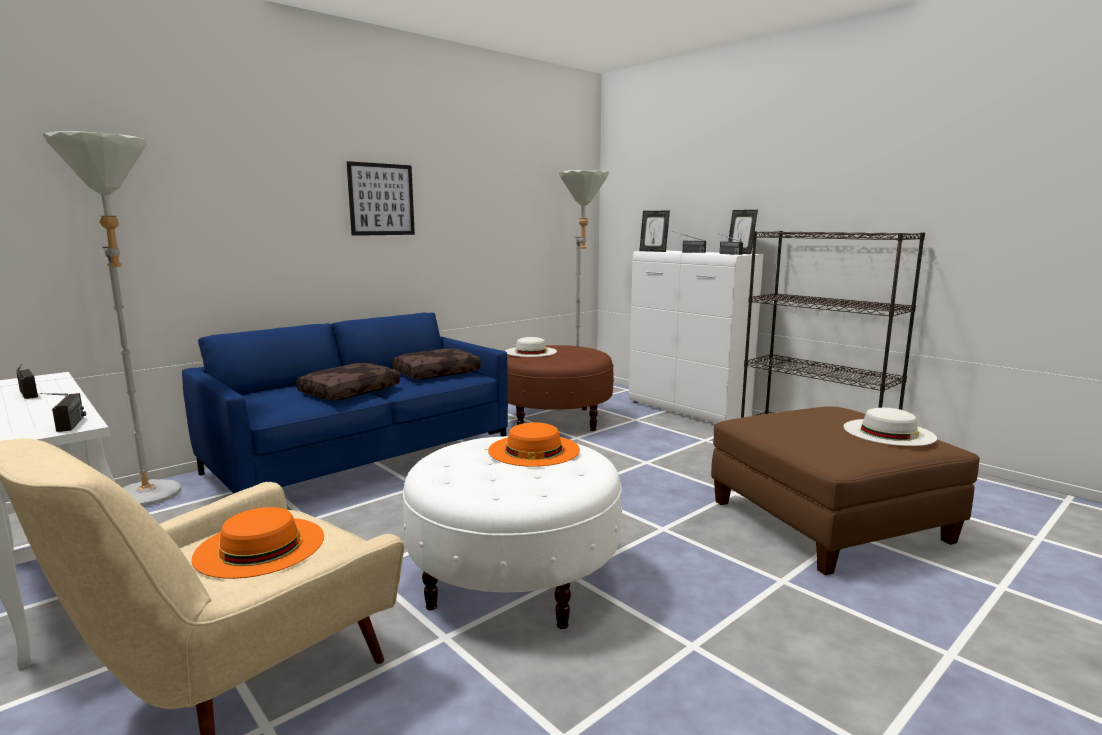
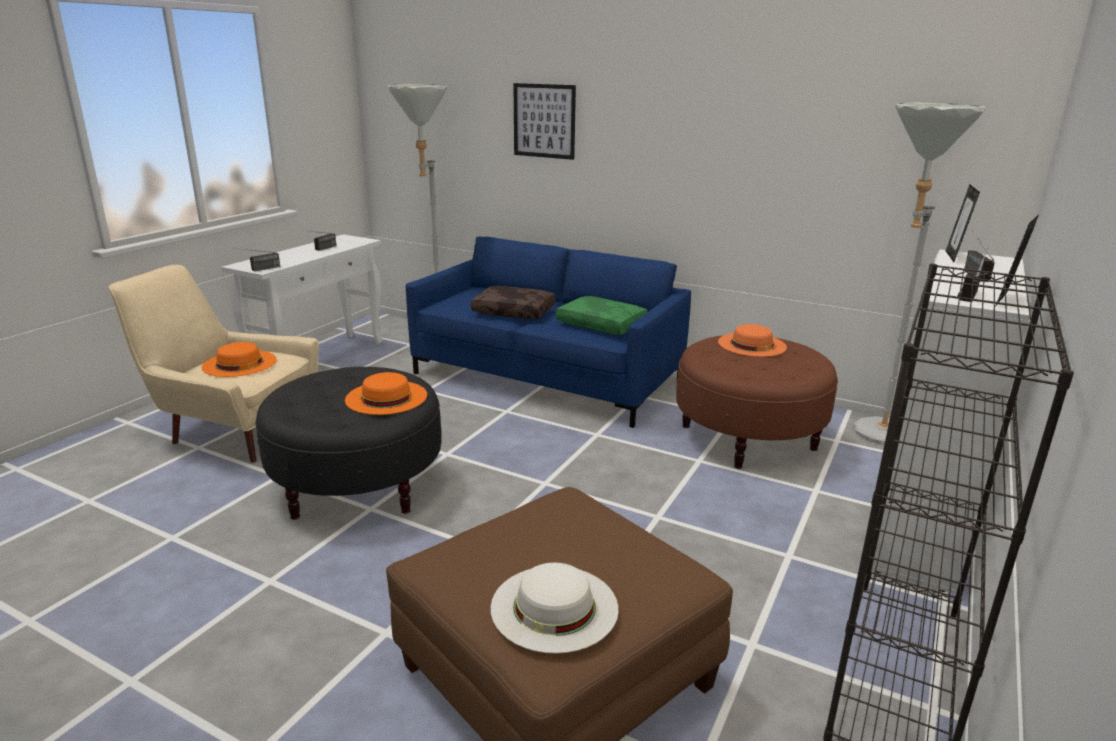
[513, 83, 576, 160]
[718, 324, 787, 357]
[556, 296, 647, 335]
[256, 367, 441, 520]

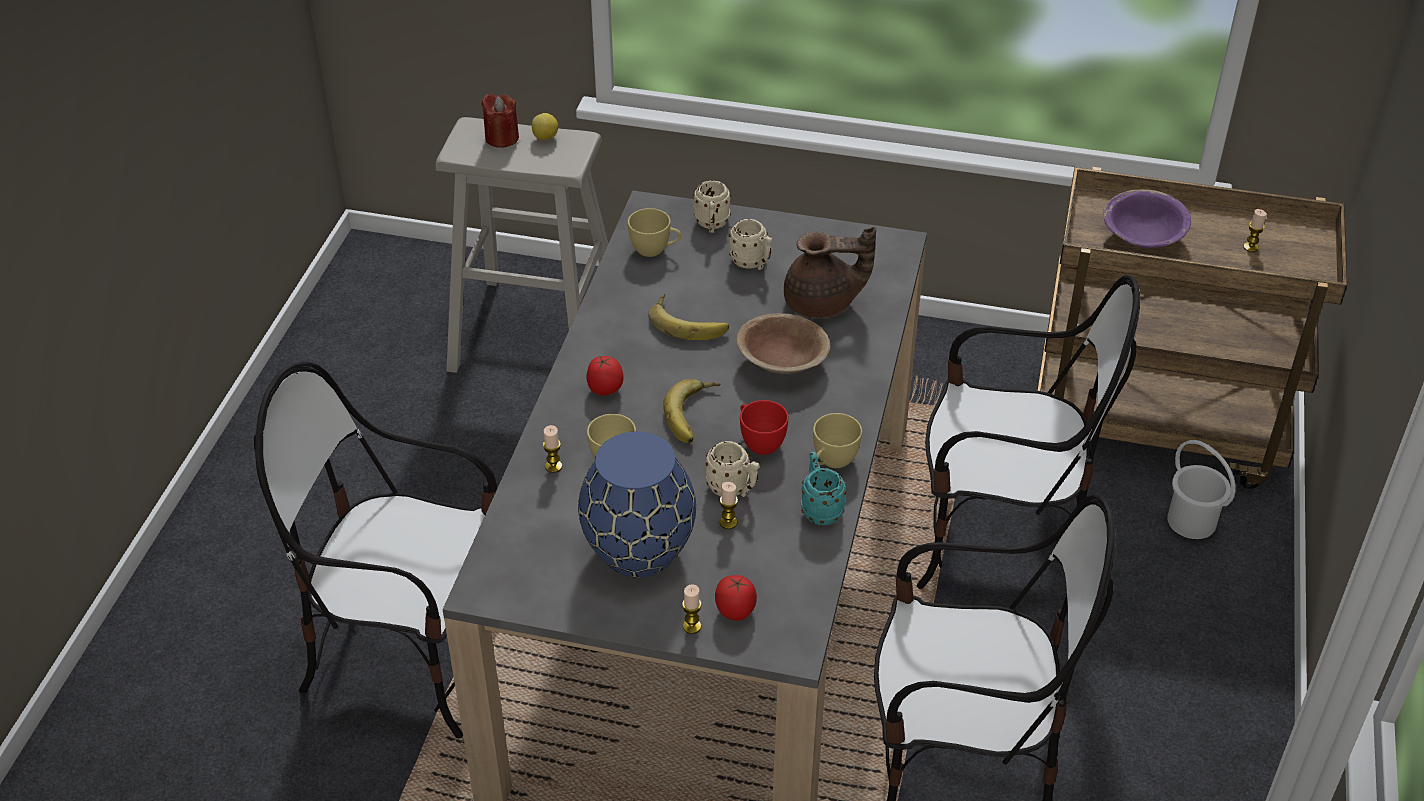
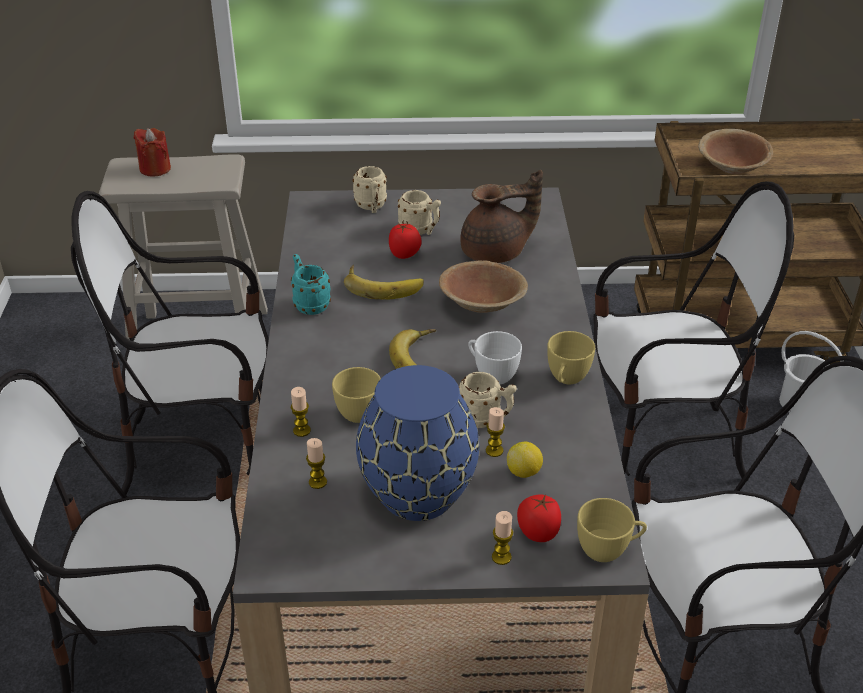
[507, 441, 543, 478]
[698, 129, 773, 174]
[577, 498, 647, 562]
[306, 438, 327, 489]
[389, 224, 422, 259]
[468, 331, 522, 385]
[291, 254, 331, 315]
[71, 191, 269, 494]

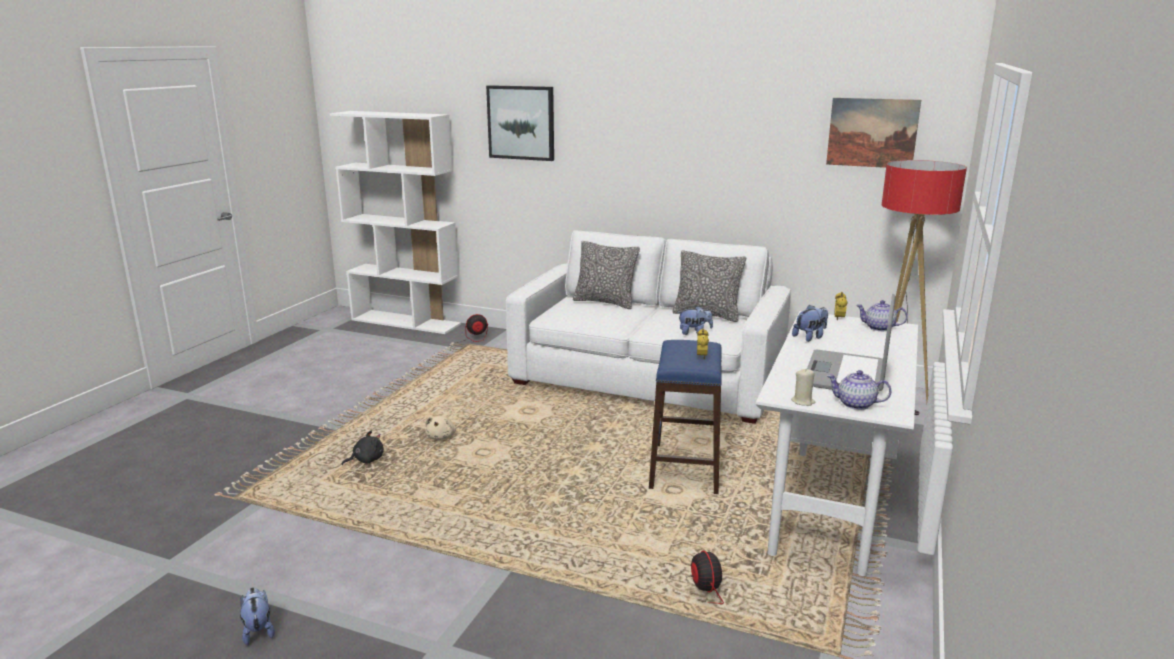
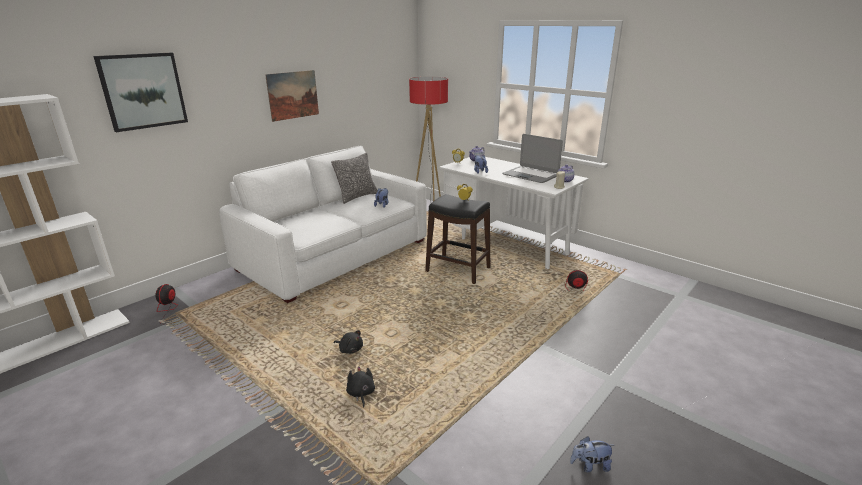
[265, 70, 319, 122]
[573, 241, 640, 309] (first image)
[425, 194, 490, 284]
[334, 330, 363, 354]

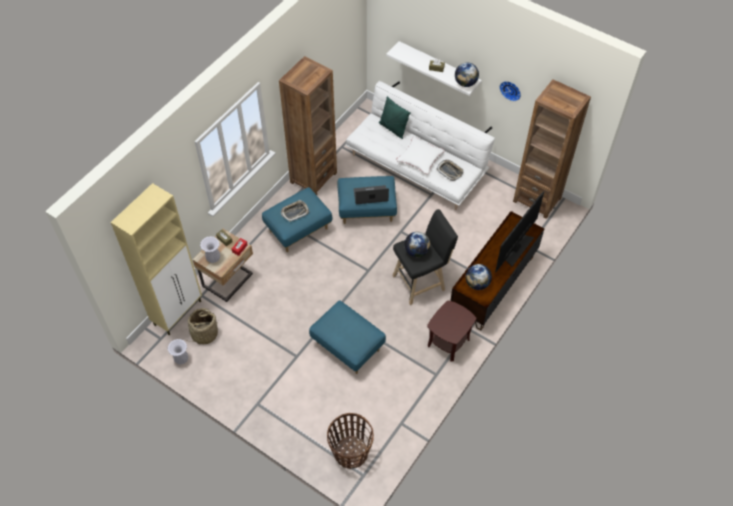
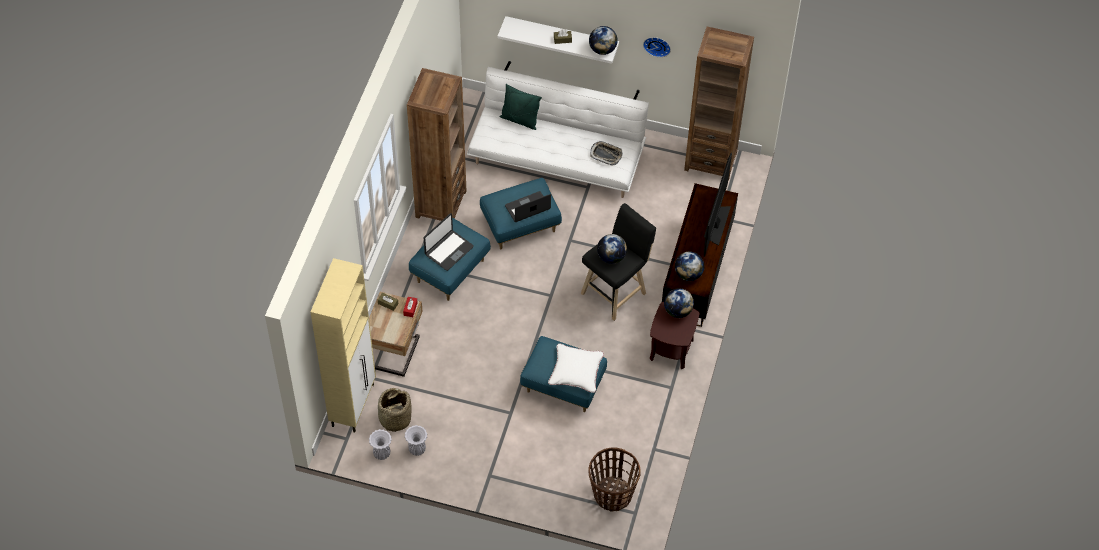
[548, 343, 604, 393]
[424, 213, 474, 271]
[405, 425, 427, 456]
[664, 288, 694, 318]

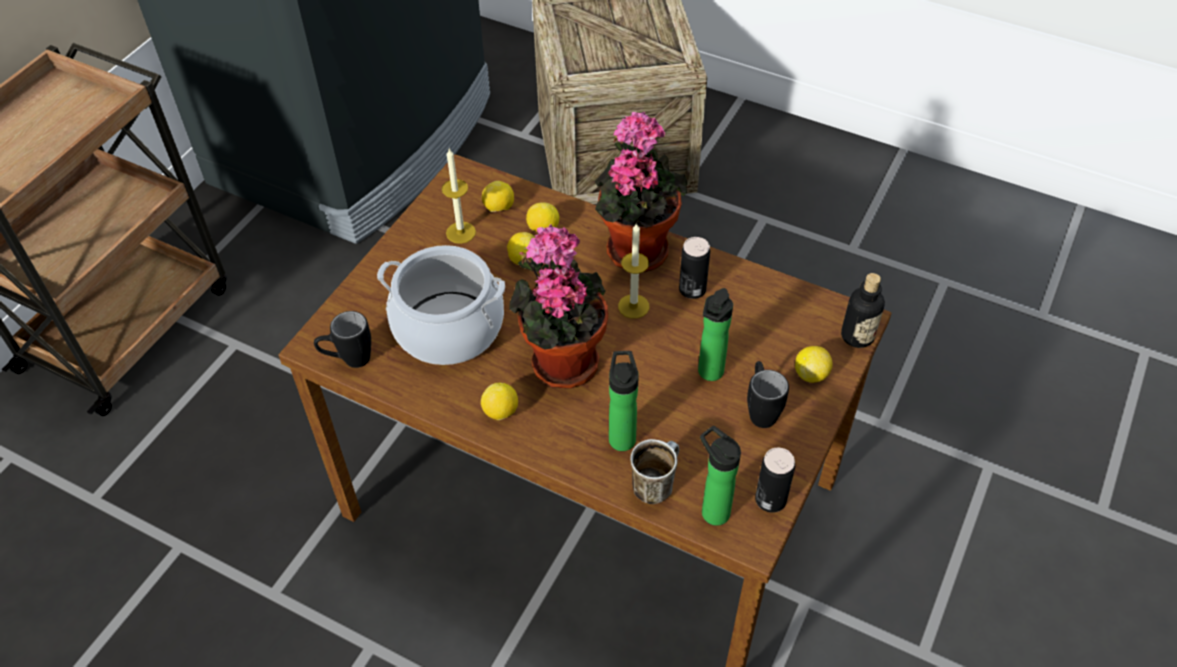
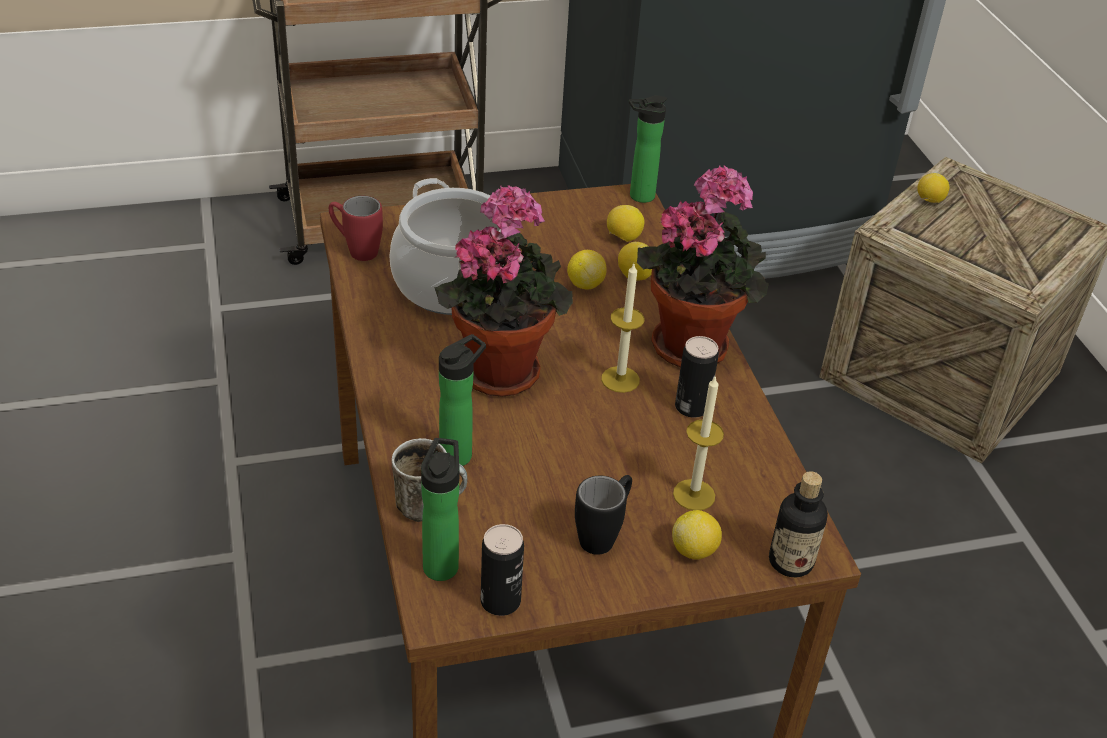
[673, 375, 724, 510]
[629, 95, 667, 203]
[329, 196, 383, 261]
[917, 173, 949, 203]

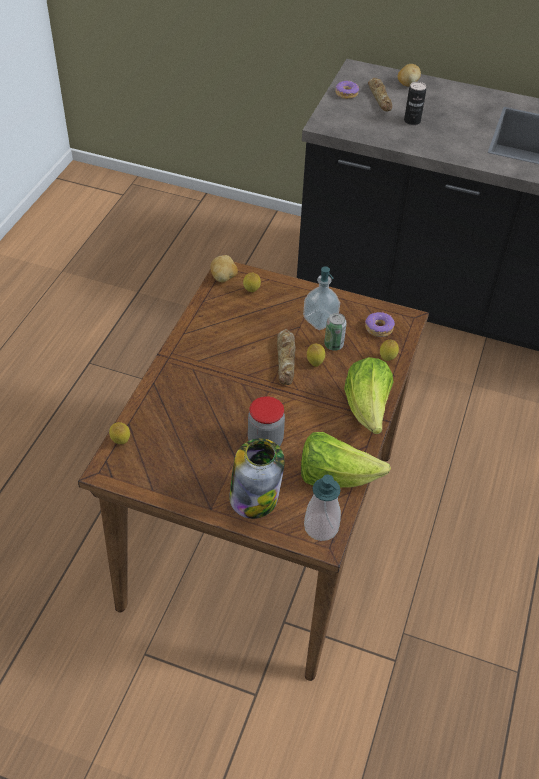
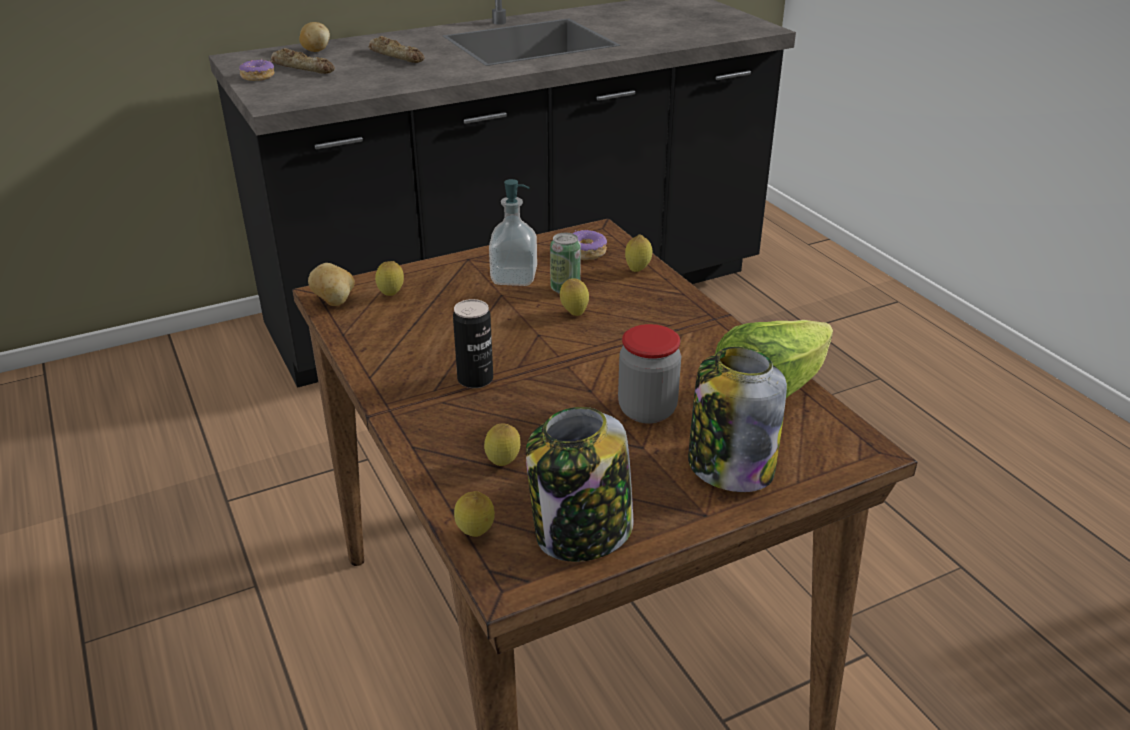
[453, 299, 493, 388]
[369, 36, 425, 63]
[344, 357, 393, 434] (first image)
[304, 475, 341, 541] (first image)
[526, 407, 634, 562]
[484, 424, 521, 466]

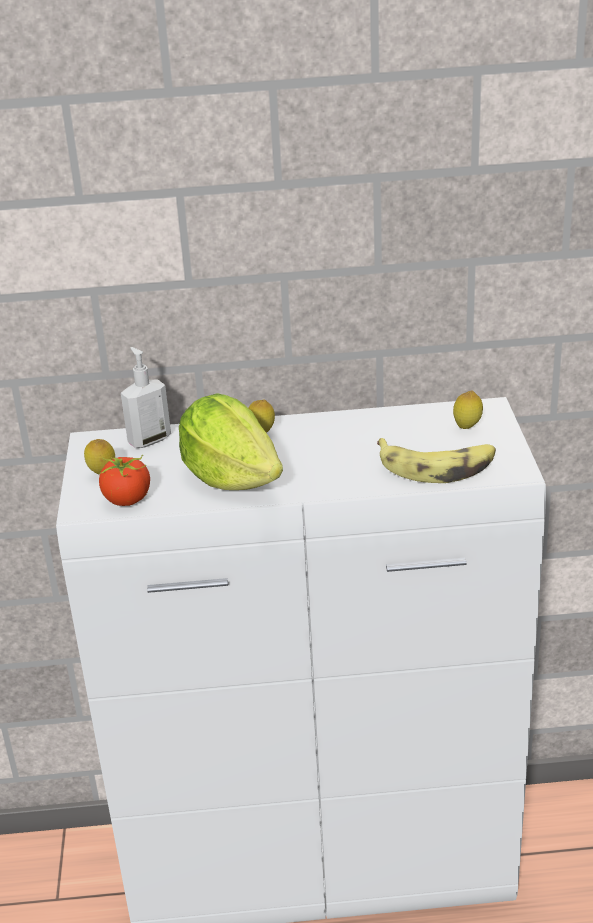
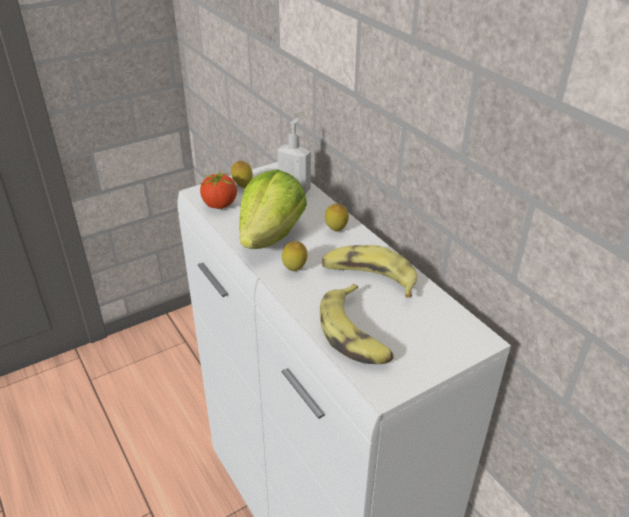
[282, 241, 307, 271]
[322, 245, 417, 297]

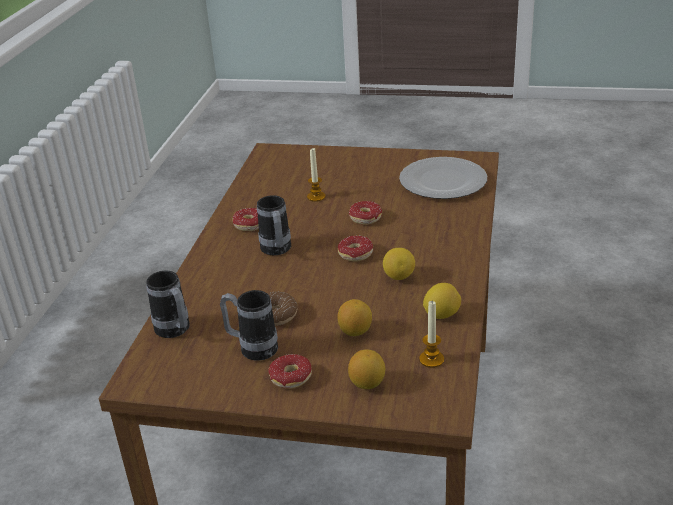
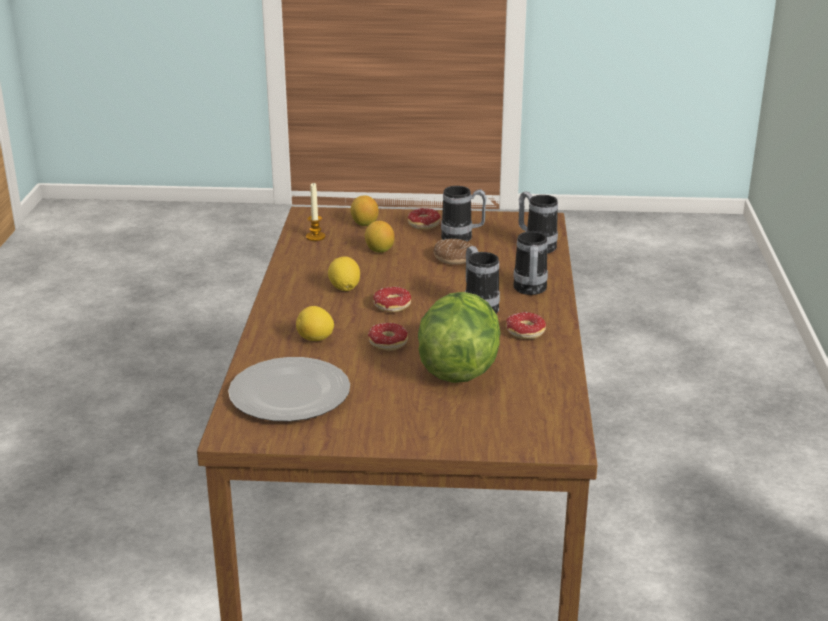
[418, 292, 501, 383]
[296, 306, 334, 341]
[513, 231, 548, 295]

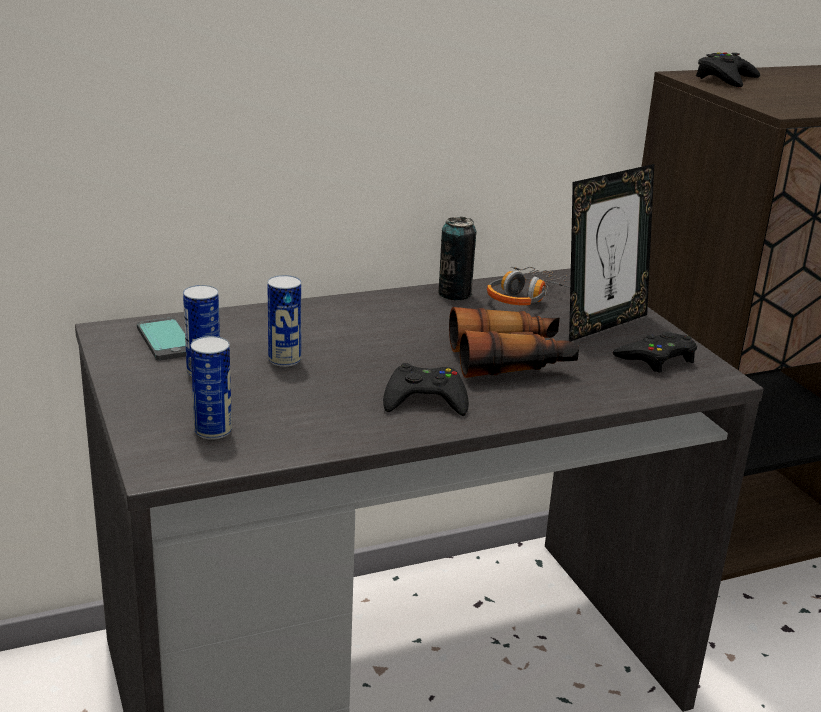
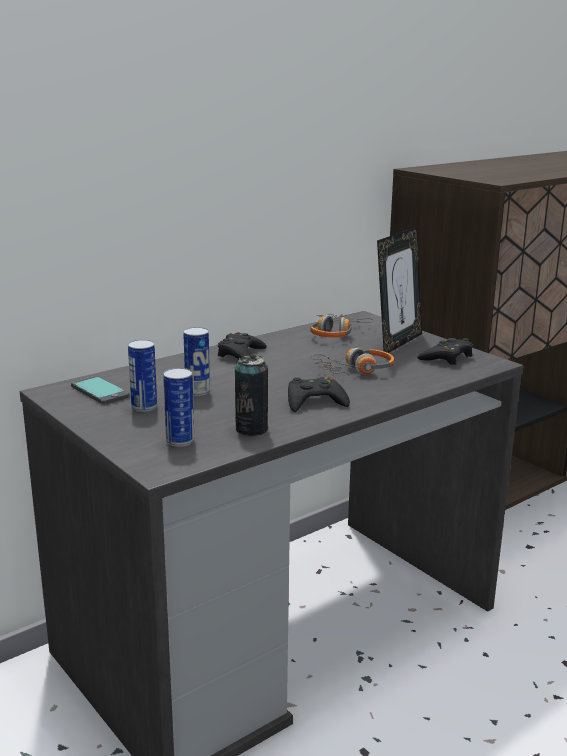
[218, 332, 267, 359]
[235, 355, 269, 436]
[309, 348, 394, 376]

